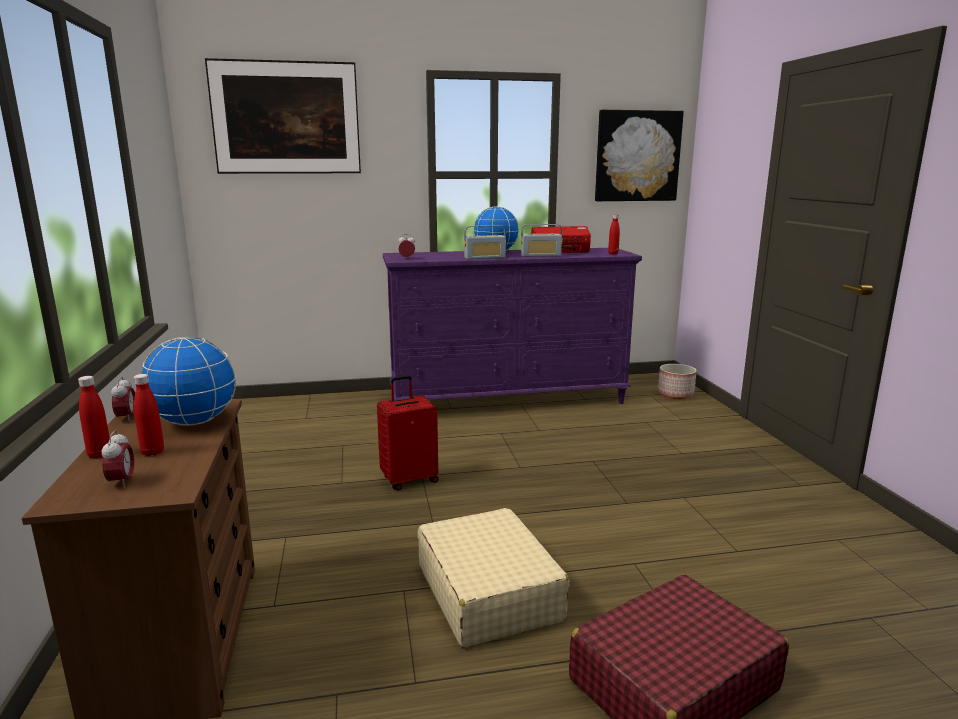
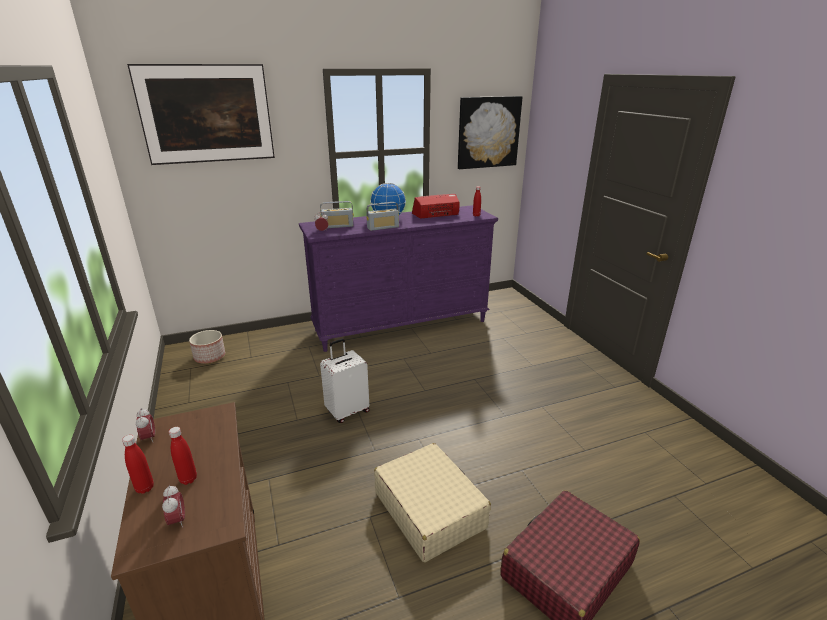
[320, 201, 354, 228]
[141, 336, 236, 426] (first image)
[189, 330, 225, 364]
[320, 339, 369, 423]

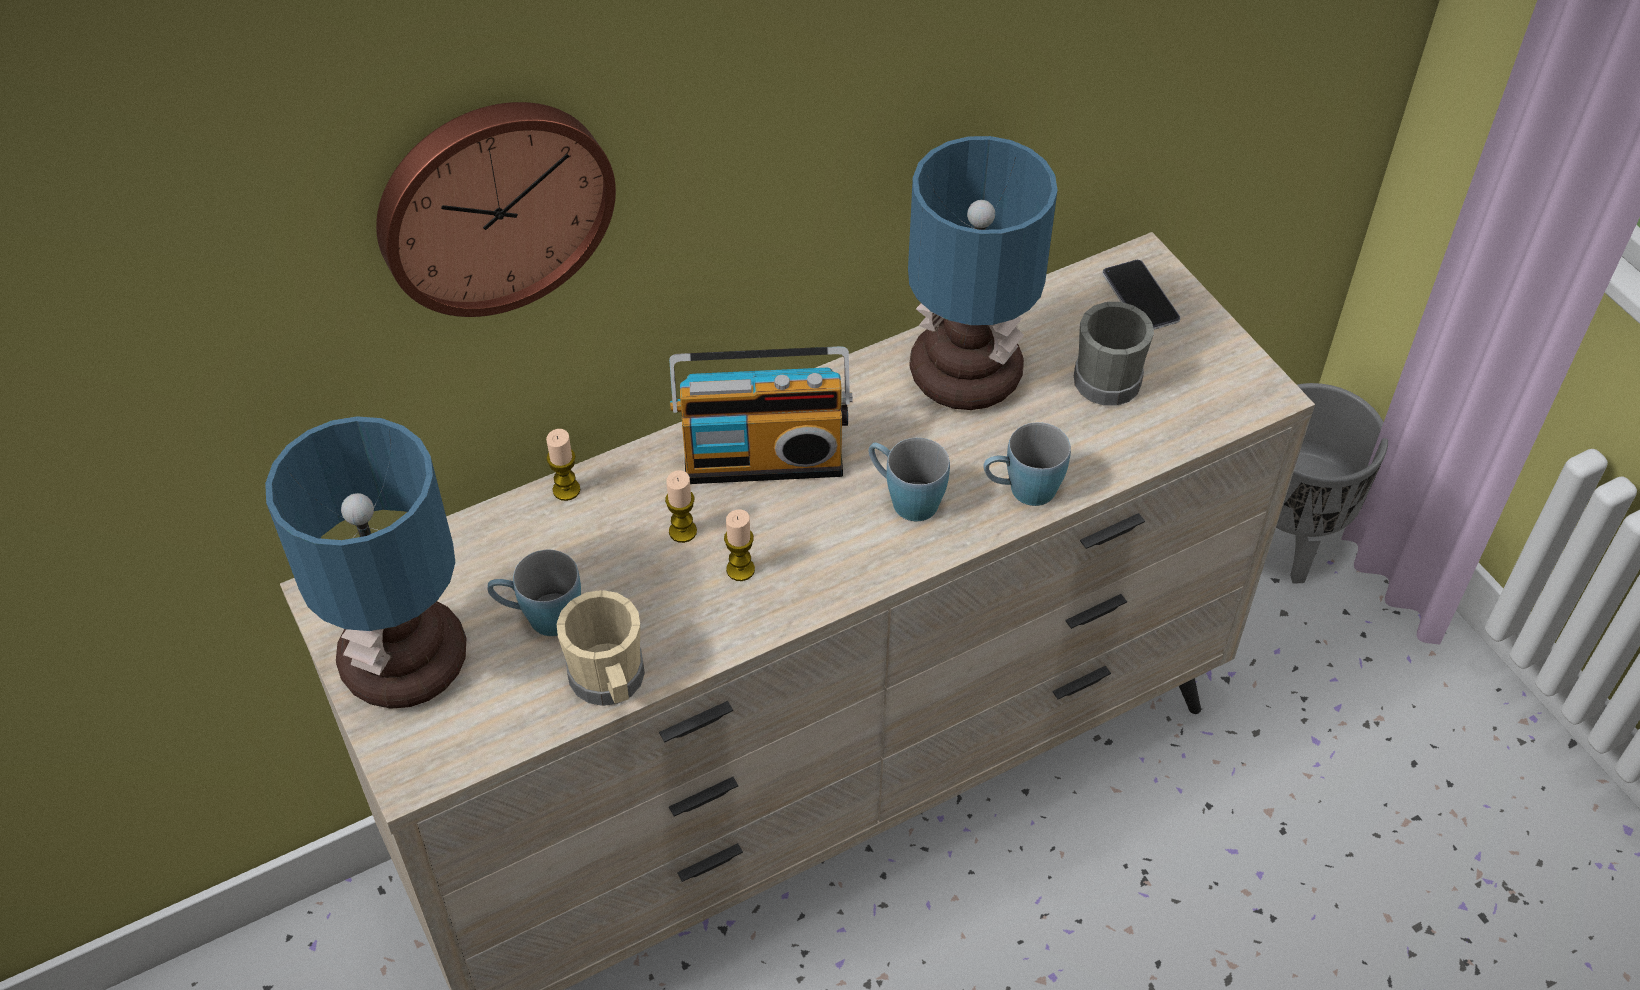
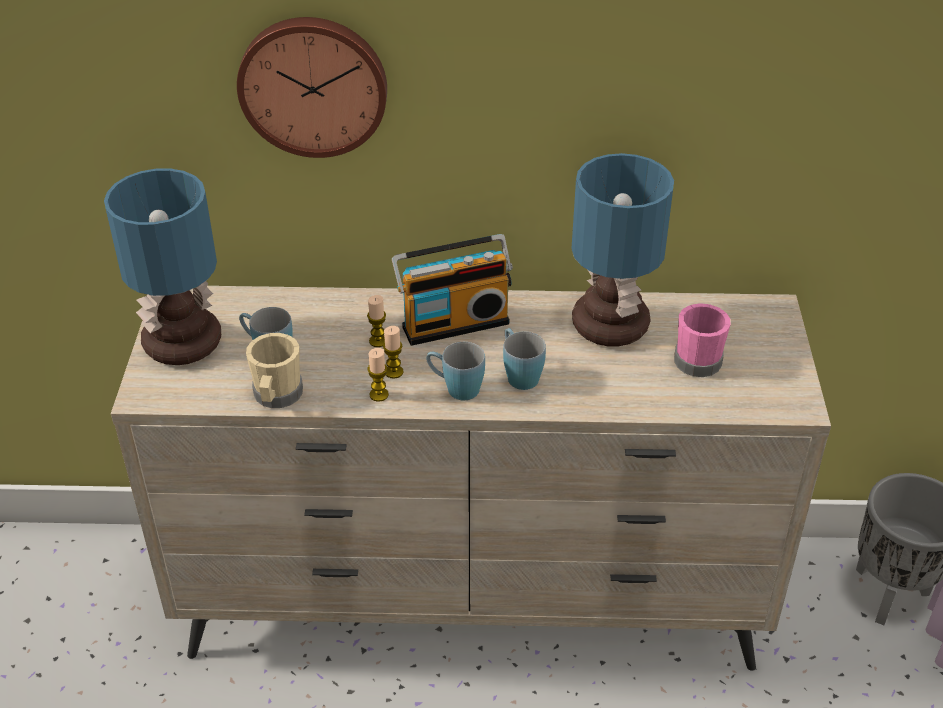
[1102, 260, 1180, 330] (first image)
[674, 303, 730, 377]
[392, 234, 513, 346]
[426, 342, 485, 400]
[367, 348, 389, 402]

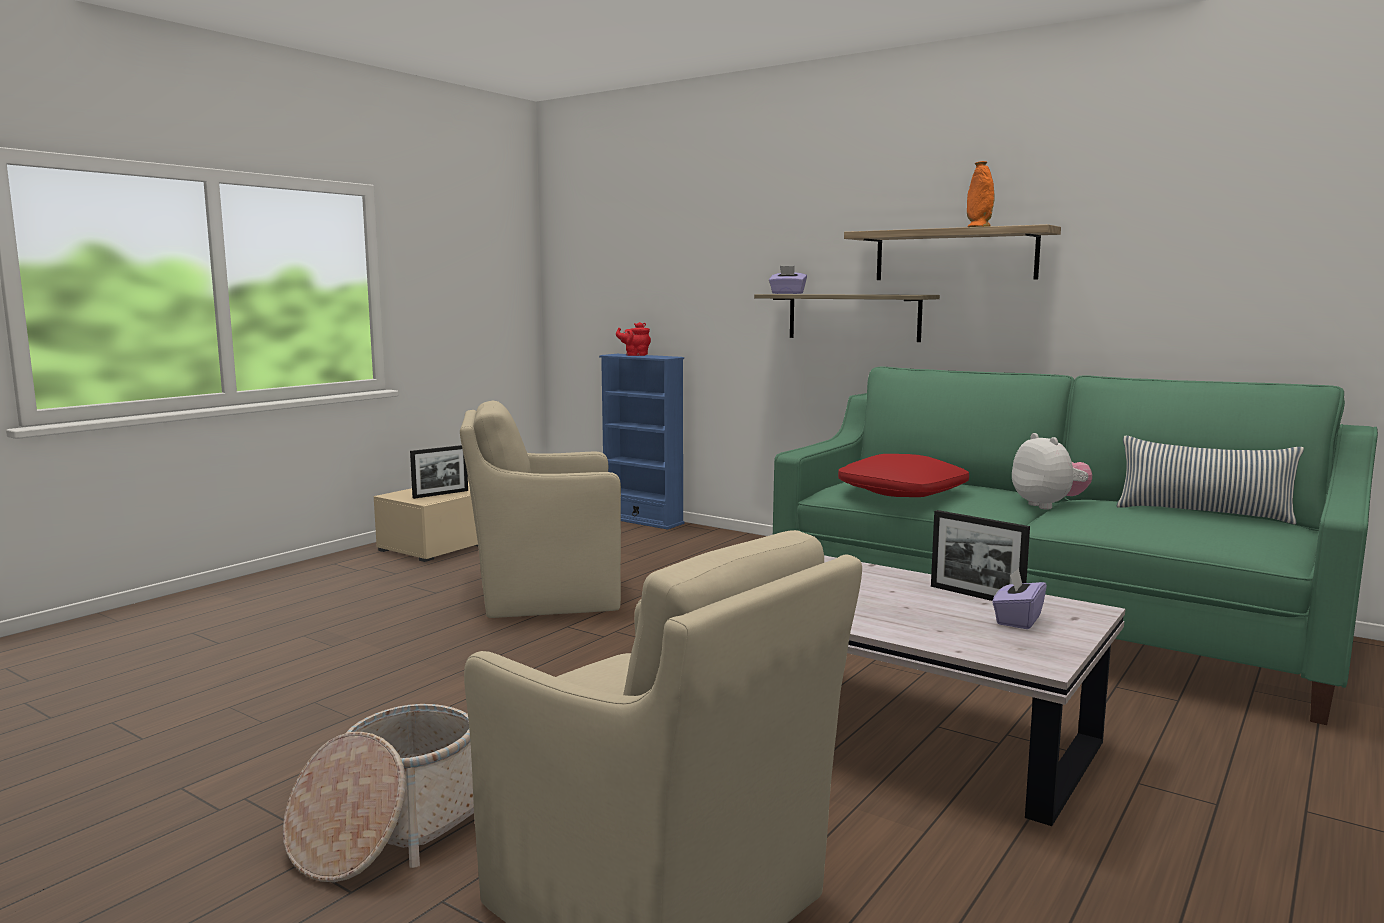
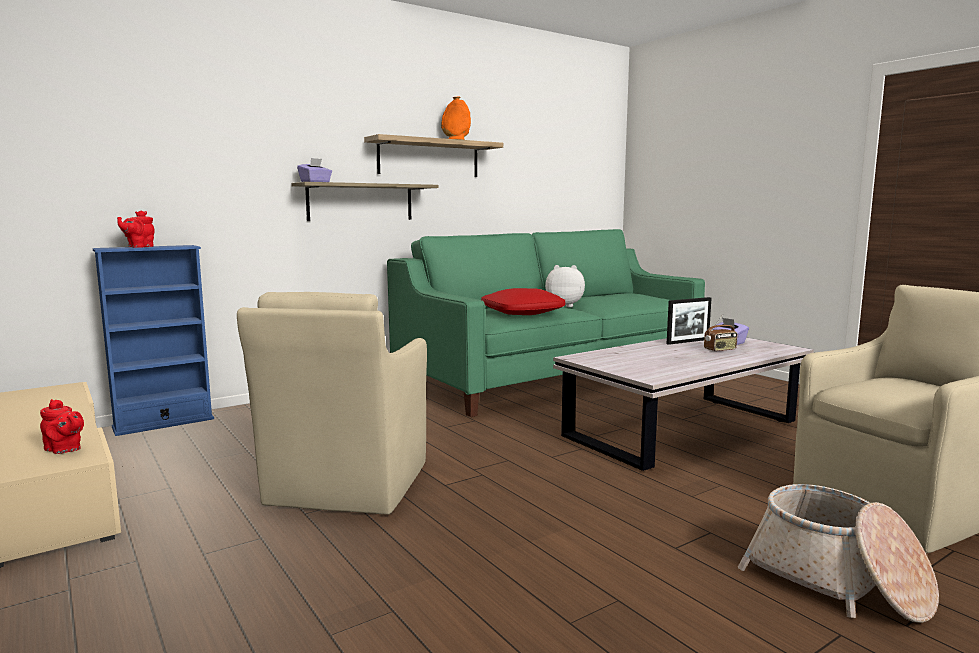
[1116, 436, 1304, 524] (first image)
[40, 399, 84, 454]
[704, 315, 737, 352]

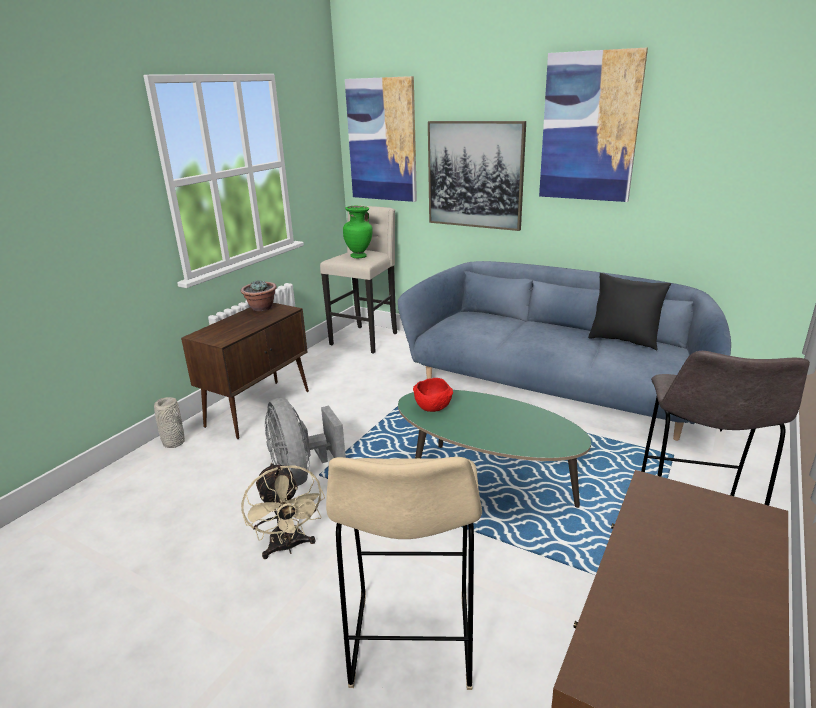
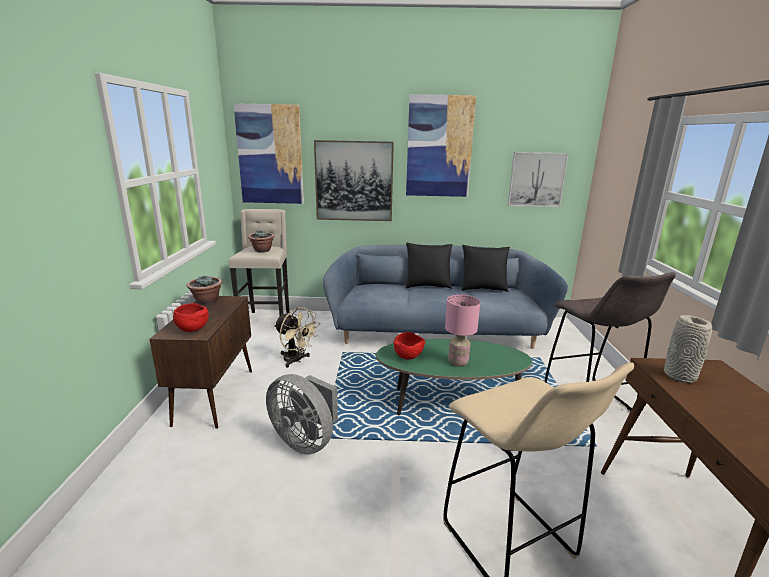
[248, 231, 274, 253]
[664, 315, 712, 383]
[274, 307, 319, 368]
[508, 152, 569, 207]
[406, 243, 453, 289]
[445, 295, 480, 367]
[173, 303, 209, 332]

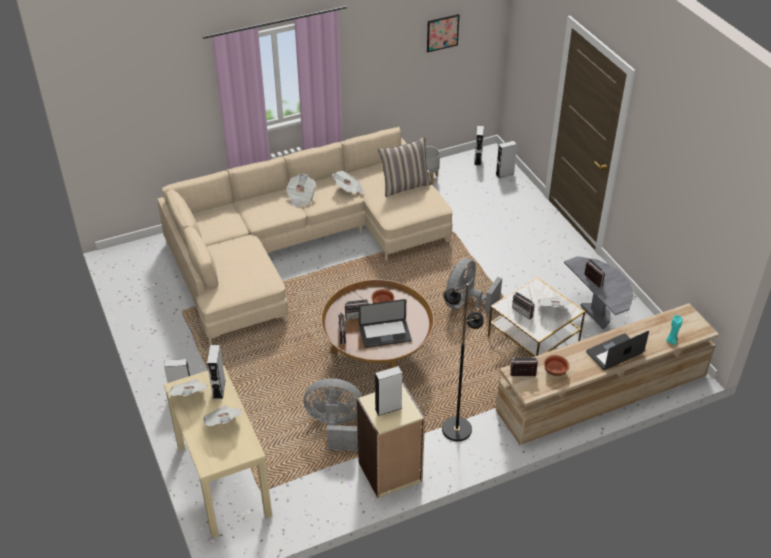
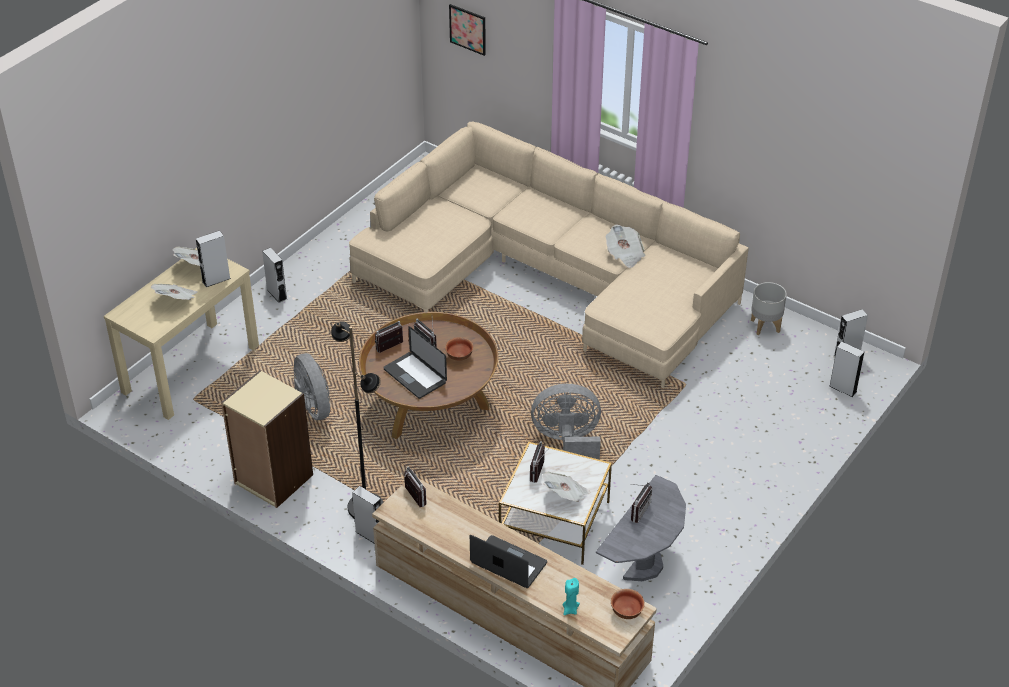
[449, 4, 486, 56]
[378, 137, 431, 197] (first image)
[286, 174, 317, 207] (first image)
[611, 589, 645, 619]
[352, 486, 381, 544]

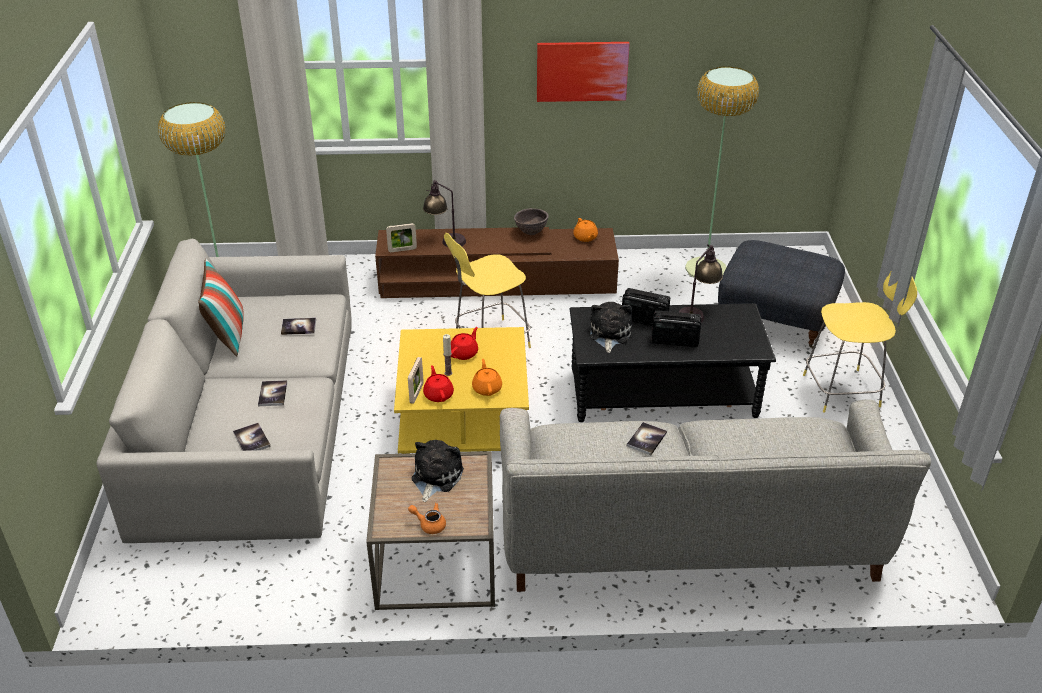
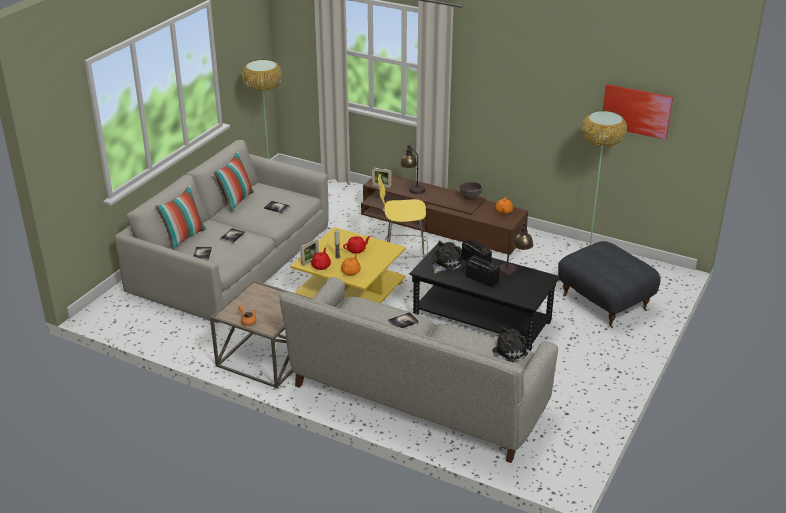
[603, 84, 673, 140]
[803, 270, 917, 413] (first image)
[492, 327, 528, 363]
[155, 186, 206, 250]

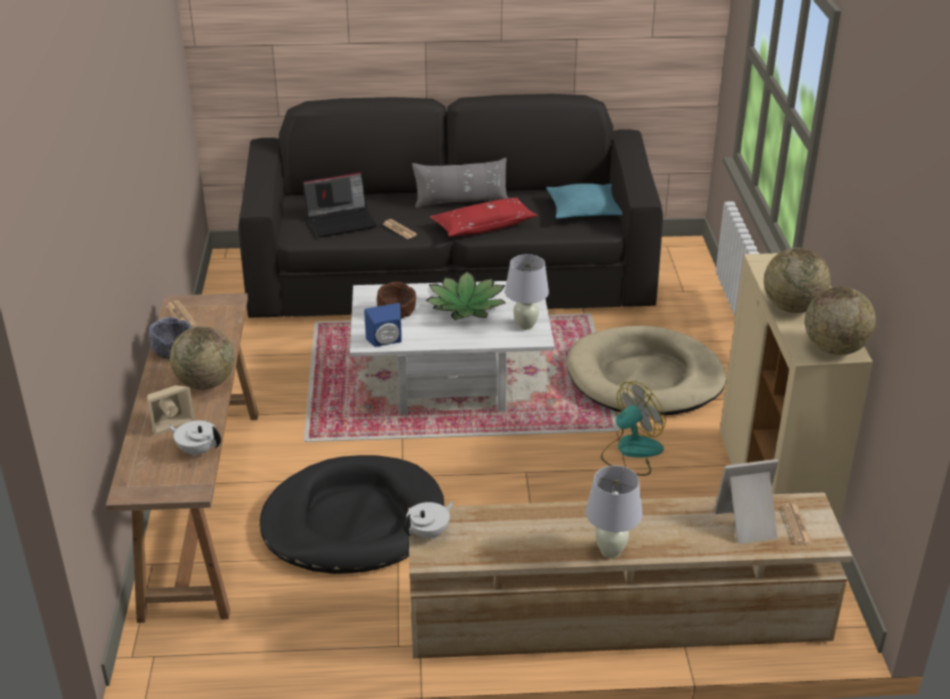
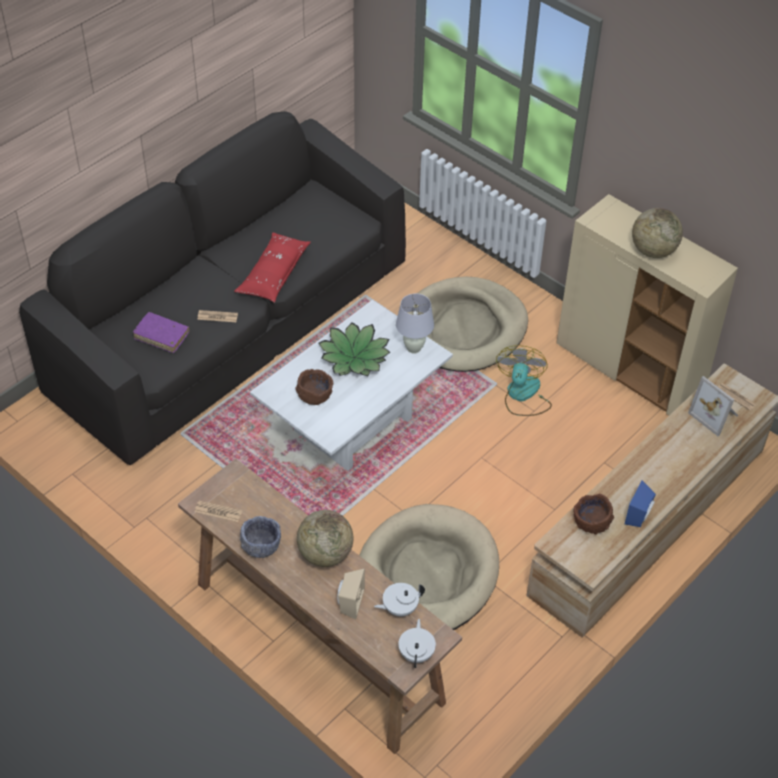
[412, 158, 508, 208] (first image)
[133, 312, 189, 353]
[546, 183, 623, 219] (first image)
[805, 286, 876, 355] (first image)
[625, 480, 656, 527]
[359, 504, 499, 630]
[688, 376, 738, 436]
[586, 466, 643, 558] (first image)
[398, 619, 436, 668]
[573, 494, 614, 535]

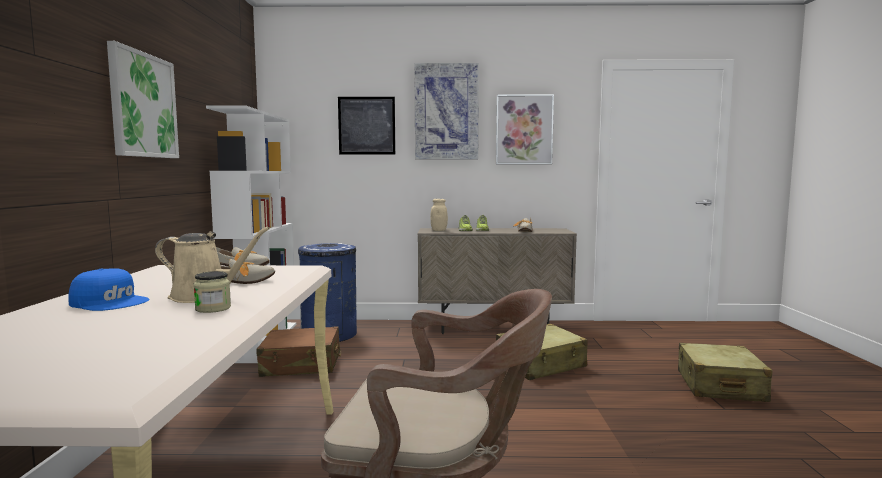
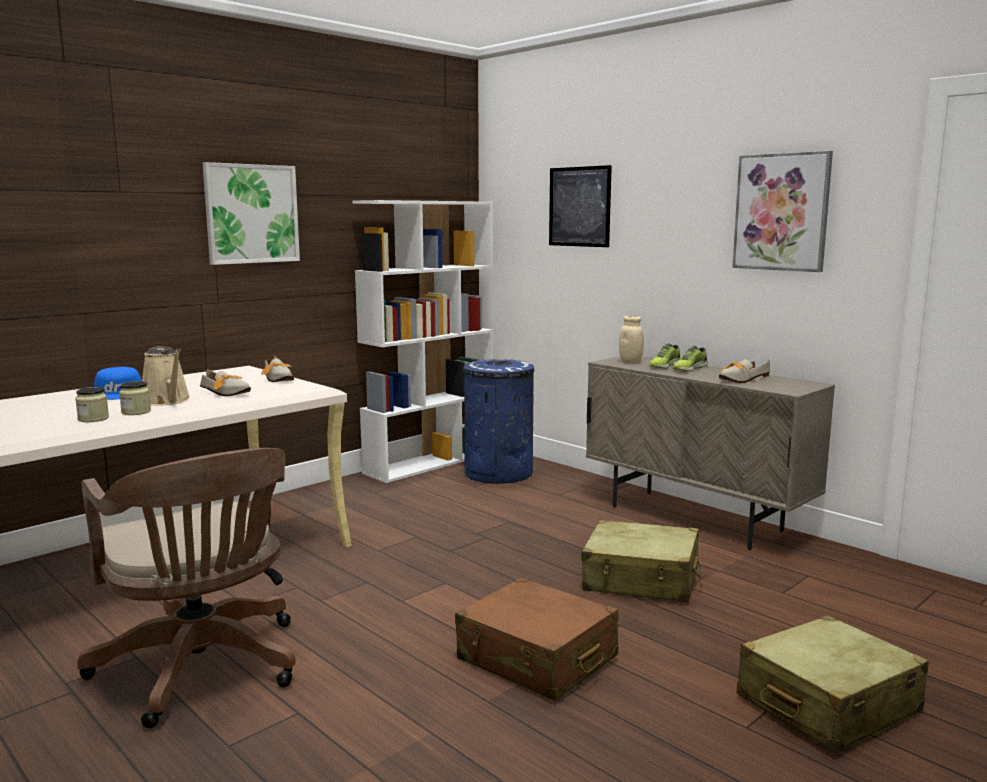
[414, 63, 479, 159] (first image)
[455, 577, 618, 701]
[75, 387, 109, 422]

